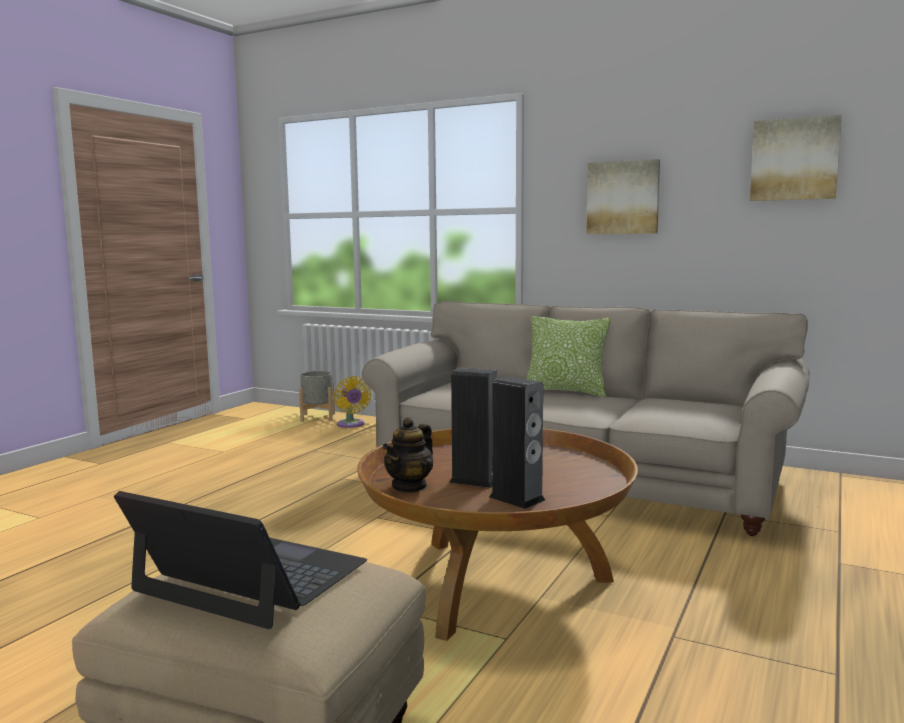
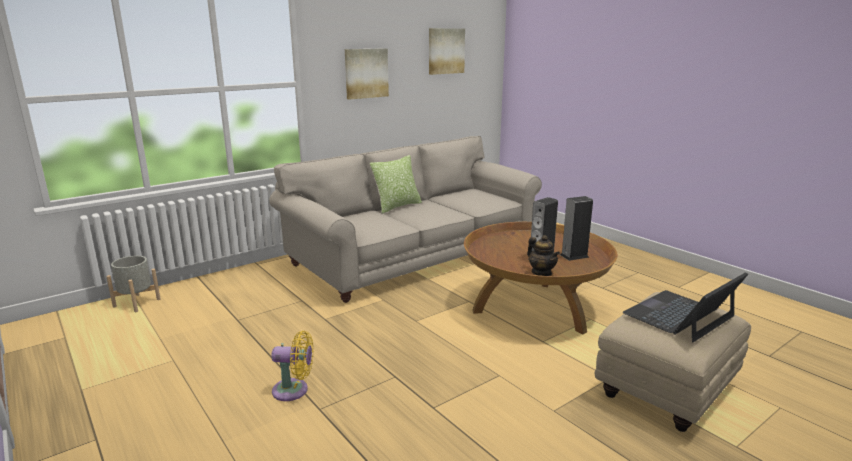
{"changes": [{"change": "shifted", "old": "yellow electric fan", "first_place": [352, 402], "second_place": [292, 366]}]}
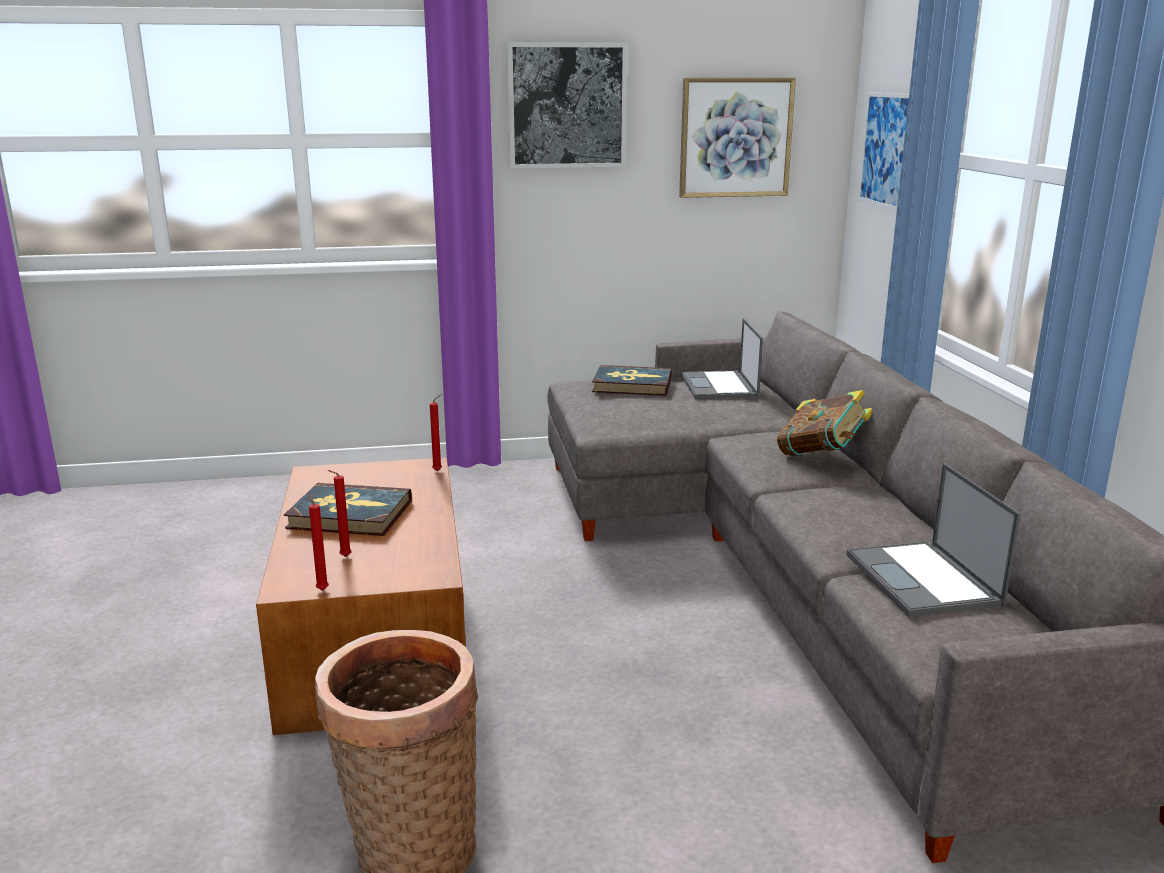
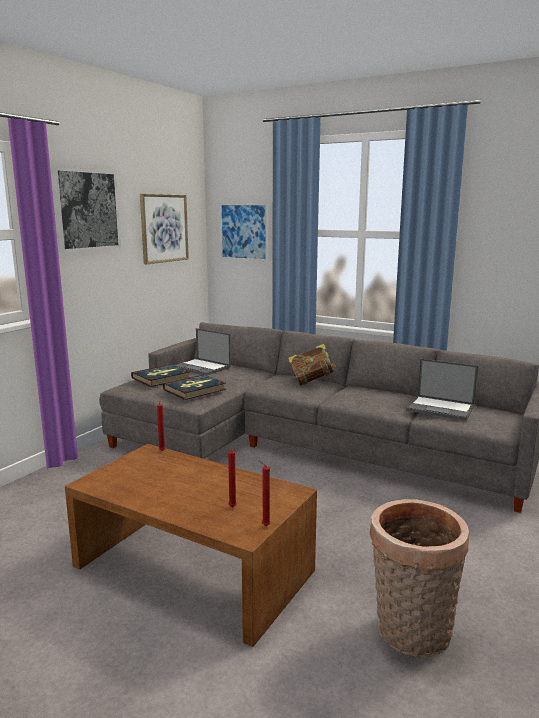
{"changes": [{"change": "shifted", "old": "book", "first_place": [348, 509], "second_place": [194, 387]}]}
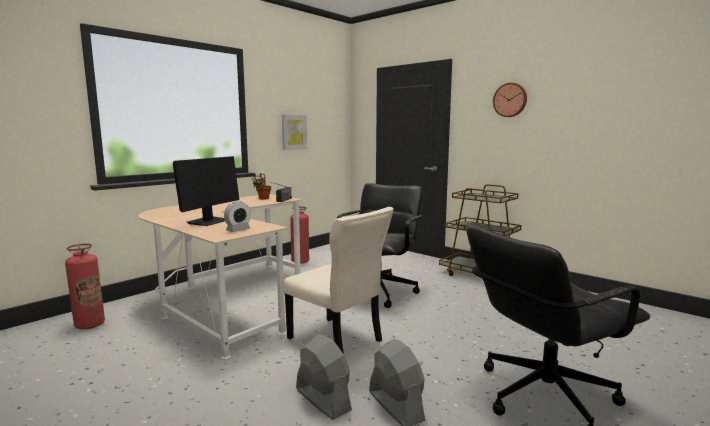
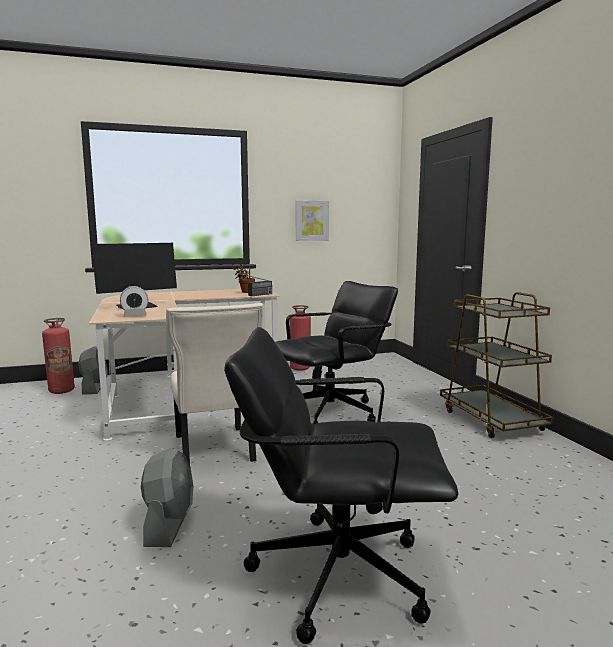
{"changes": [{"change": "gone", "old": "hanging clock", "first_place": [510, 100]}, {"change": "shifted", "old": "gray electric fan", "first_place": [324, 377], "second_place": [93, 370]}]}
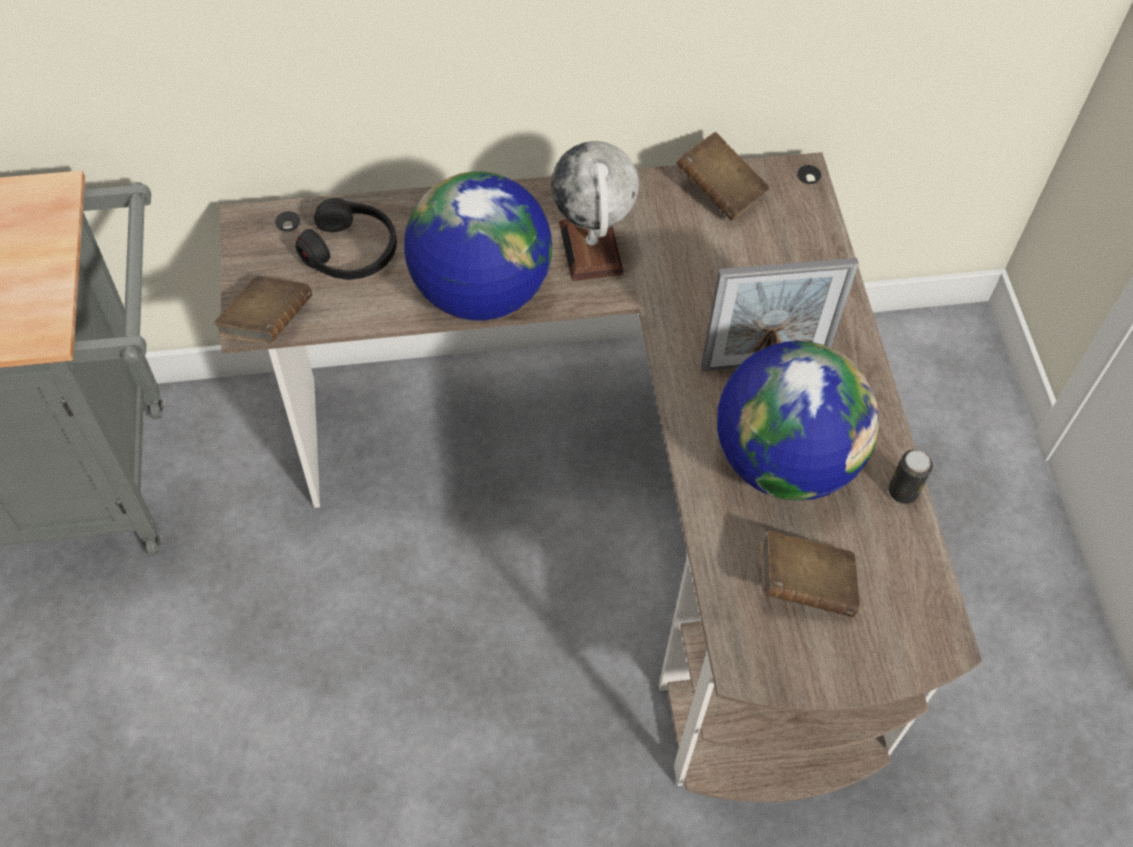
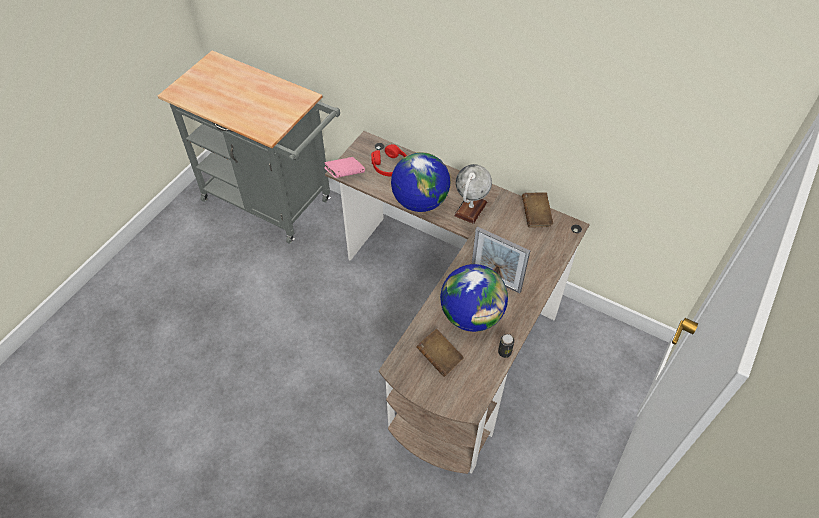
{"changes": [{"change": "repainted", "old": "black pair of headphones", "new": "red pair of headphones", "first_place": [346, 239], "second_place": [389, 160]}, {"change": "repainted", "old": "brown-coloured book", "new": "pink-coloured book", "first_place": [263, 309], "second_place": [344, 167]}]}
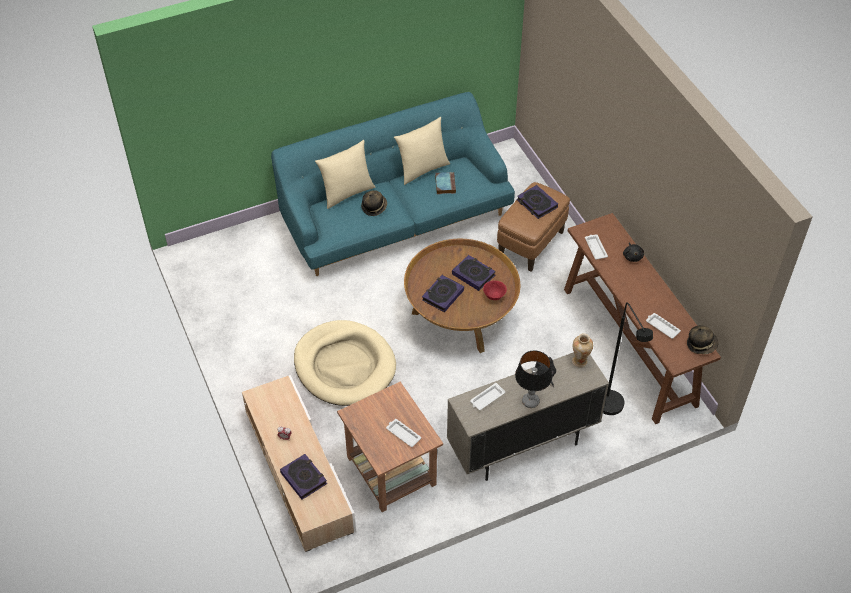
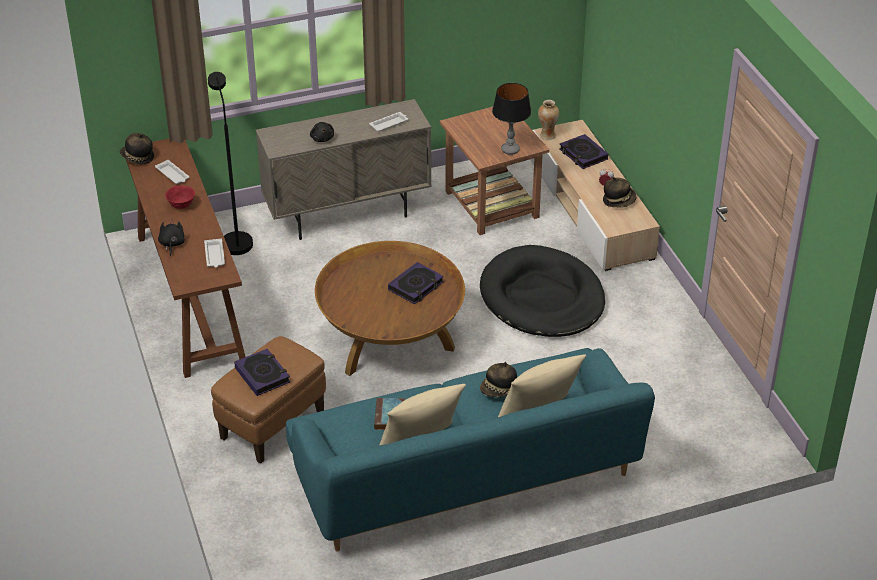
{"changes": [{"change": "gone", "old": "book", "first_place": [474, 273]}, {"change": "shifted", "old": "red deep dish", "first_place": [495, 290], "second_place": [180, 197]}, {"change": "repainted", "old": "beige pet bed", "new": "black pet bed", "first_place": [345, 363], "second_place": [542, 291]}, {"change": "shifted", "old": "vase", "first_place": [582, 350], "second_place": [548, 120]}, {"change": "shifted", "old": "tabletop lamp", "first_place": [533, 379], "second_place": [511, 119]}, {"change": "gone", "old": "whitish tray", "first_place": [403, 433]}, {"change": "new", "new": "hat", "second_place": [620, 192]}]}
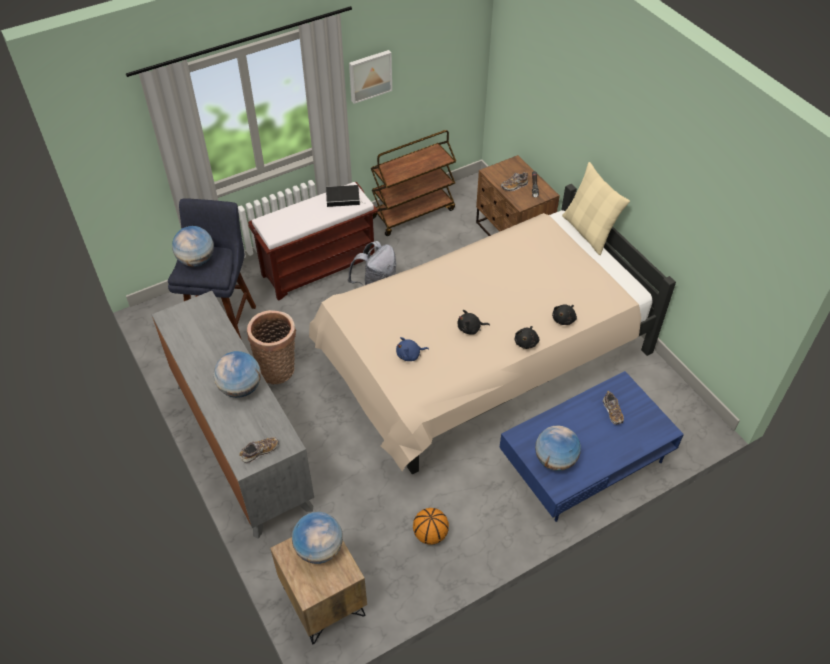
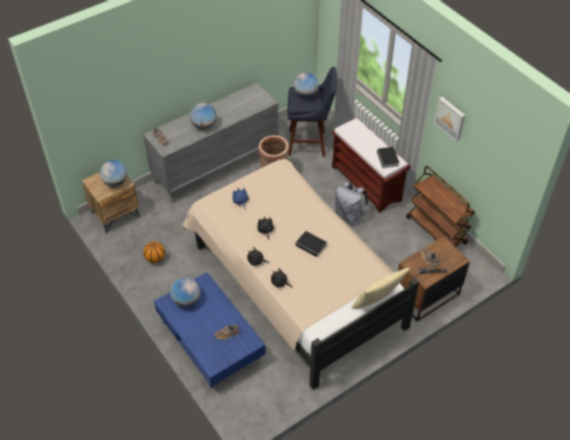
{"changes": [{"change": "new", "new": "book", "second_place": [311, 245]}]}
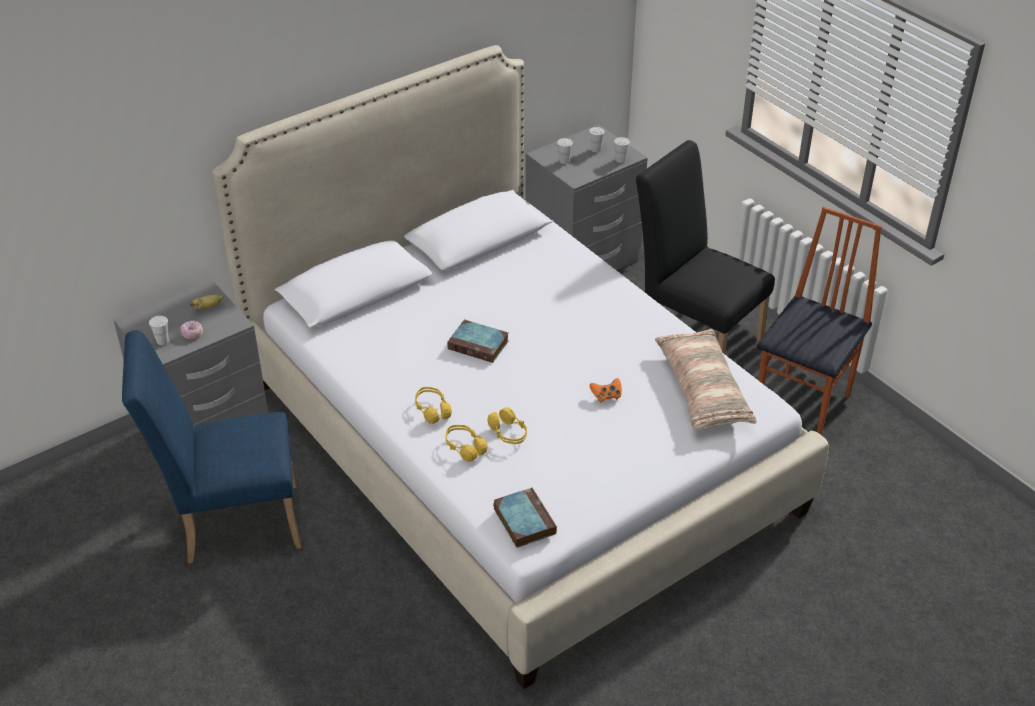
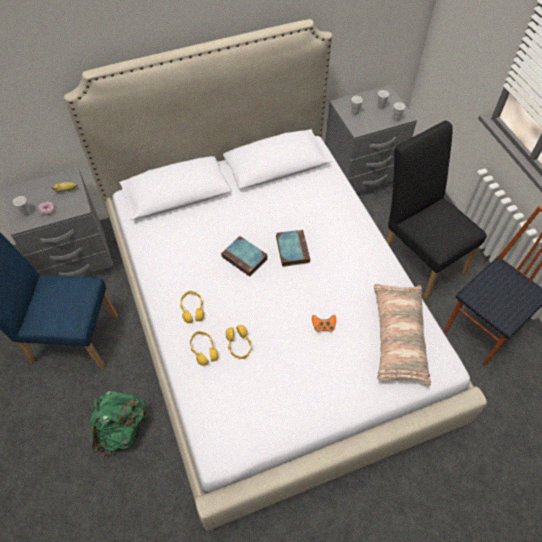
{"changes": [{"change": "shifted", "old": "book", "first_place": [525, 517], "second_place": [293, 248]}, {"change": "new", "new": "greenish backpack", "second_place": [118, 423]}]}
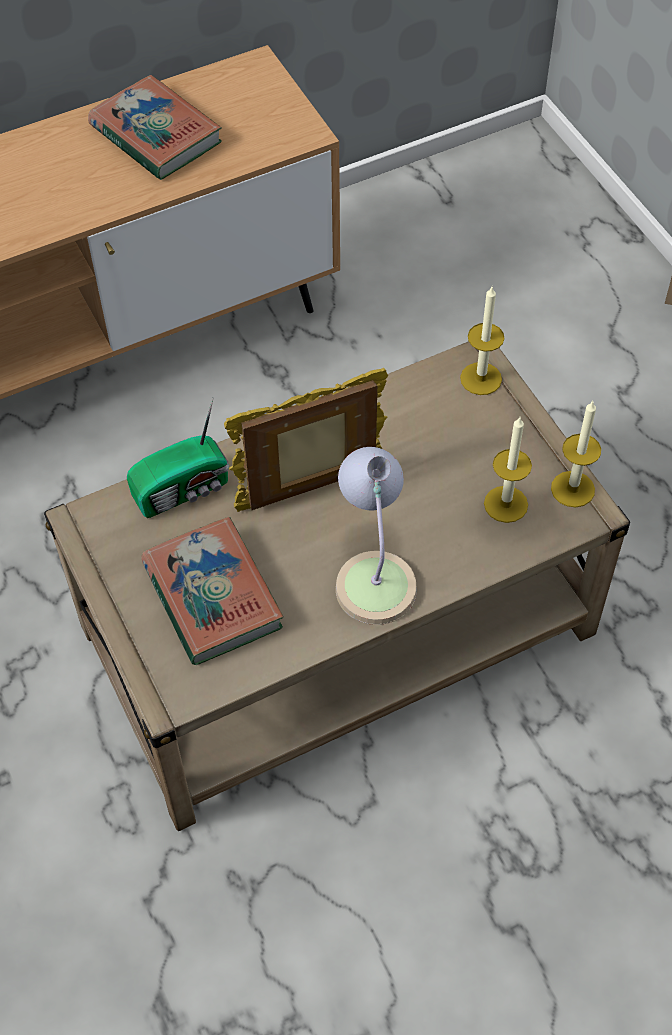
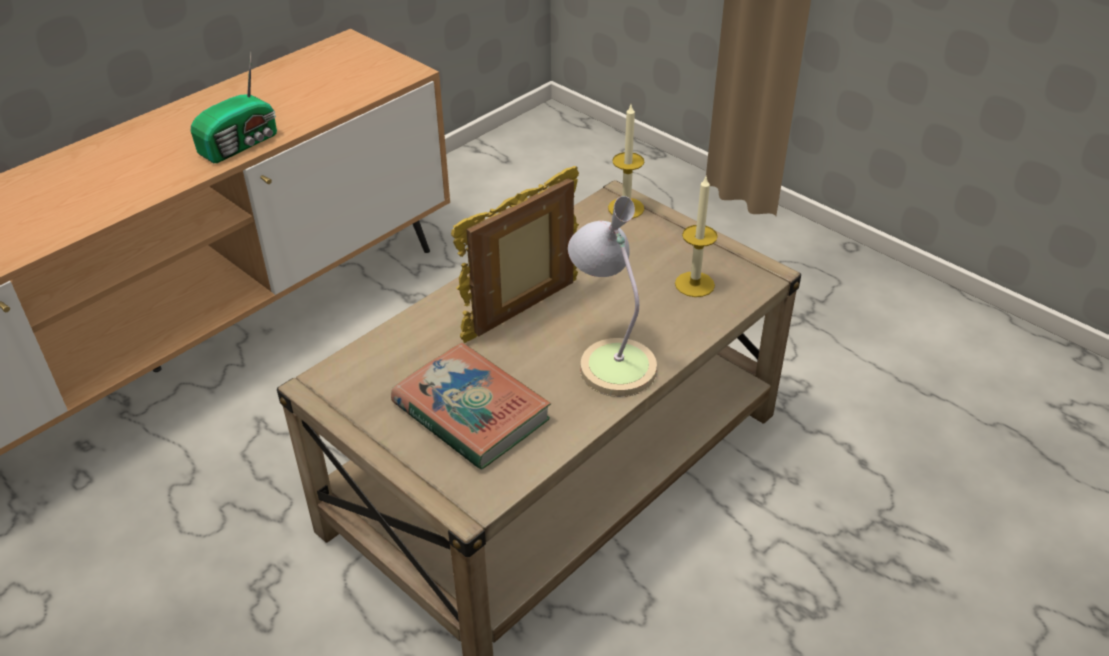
{"changes": [{"change": "gone", "old": "book", "first_place": [155, 127]}, {"change": "shifted", "old": "radio receiver", "first_place": [178, 457], "second_place": [234, 107]}, {"change": "gone", "old": "wax light", "first_place": [576, 454]}]}
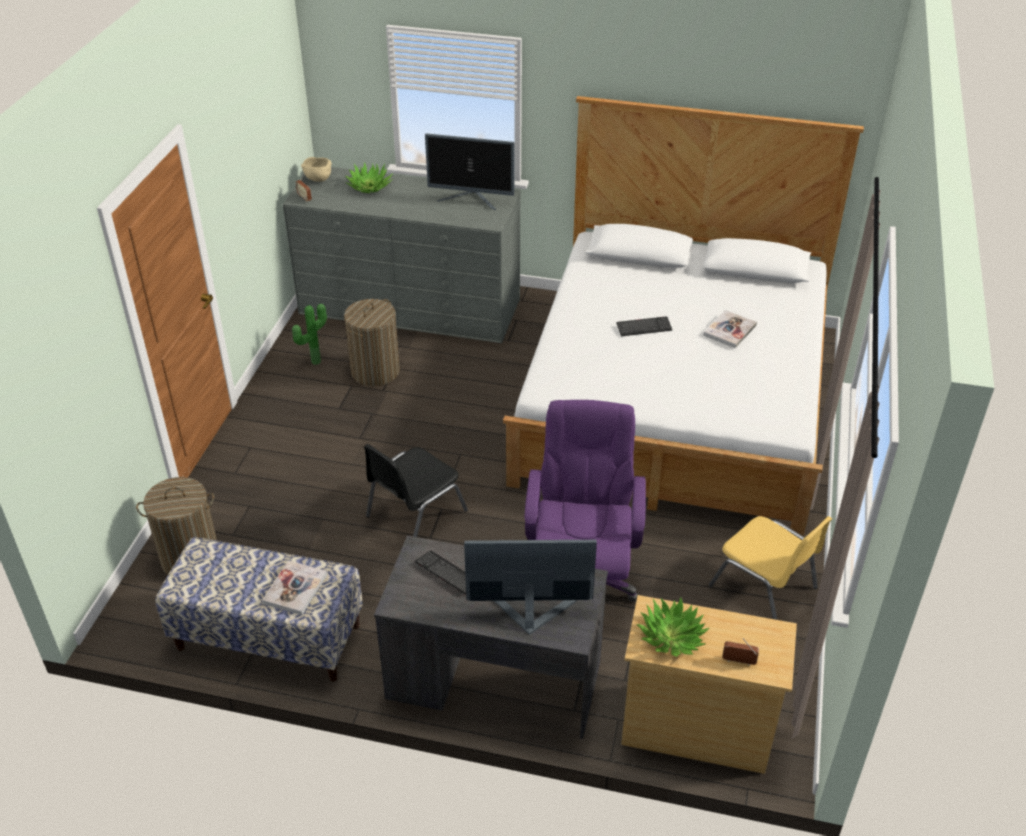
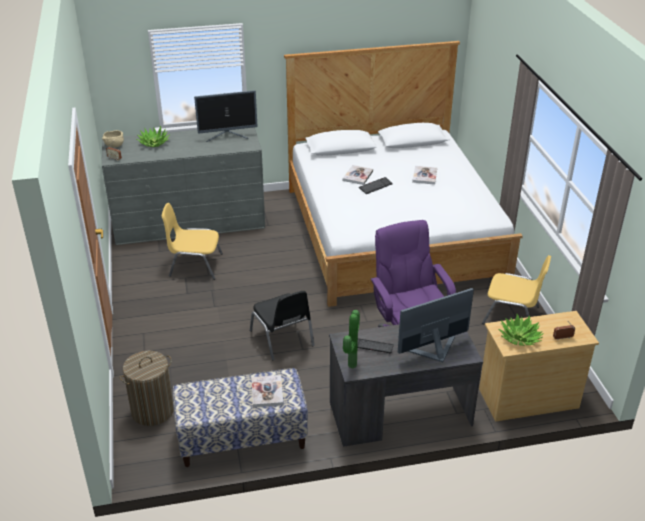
{"changes": [{"change": "swapped", "old": "hamper", "new": "yellow plain chair", "first_place": [372, 342], "second_place": [192, 241]}, {"change": "shifted", "old": "plant in a pot", "first_place": [309, 334], "second_place": [351, 339]}, {"change": "rotated", "old": "black plain chair", "first_place": [416, 490], "second_place": [282, 325], "degrees": -45}, {"change": "new", "new": "book", "second_place": [358, 175]}]}
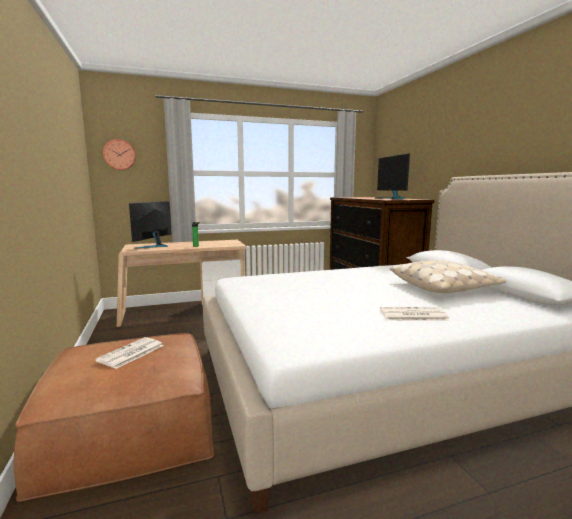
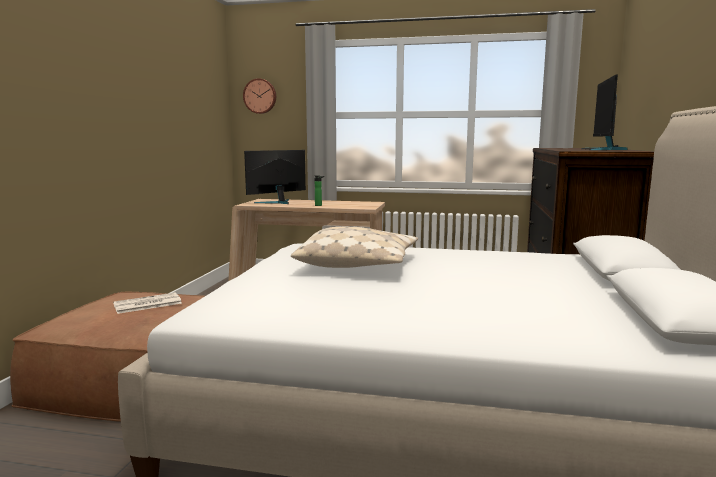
{"changes": [{"change": "shifted", "old": "beige pillow", "first_place": [448, 276], "second_place": [354, 247]}, {"change": "gone", "old": "printed paper", "first_place": [415, 314]}]}
